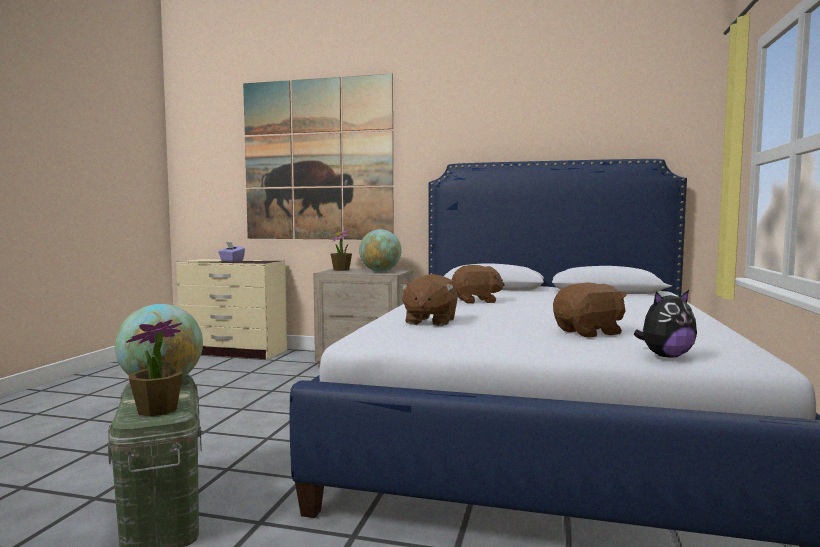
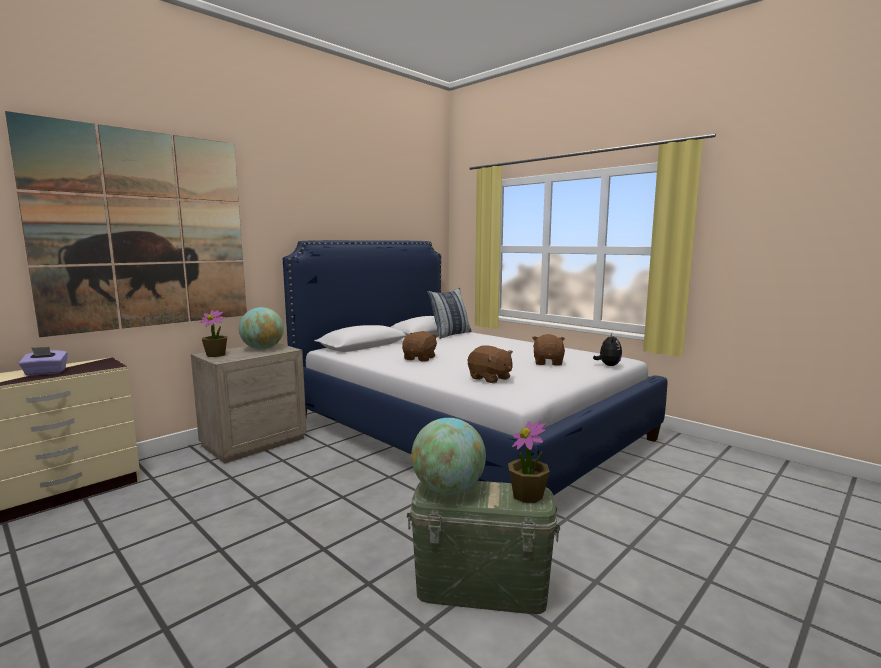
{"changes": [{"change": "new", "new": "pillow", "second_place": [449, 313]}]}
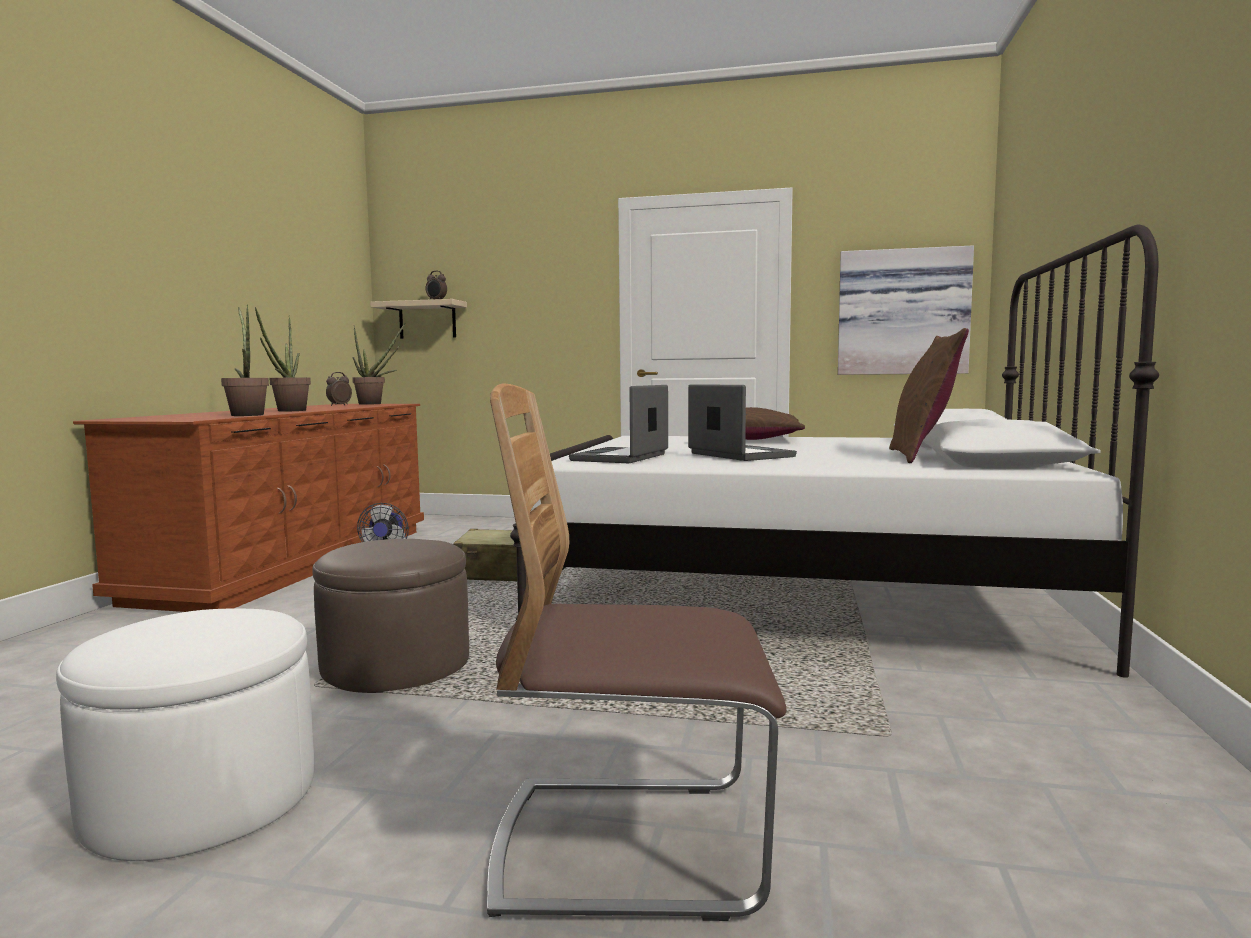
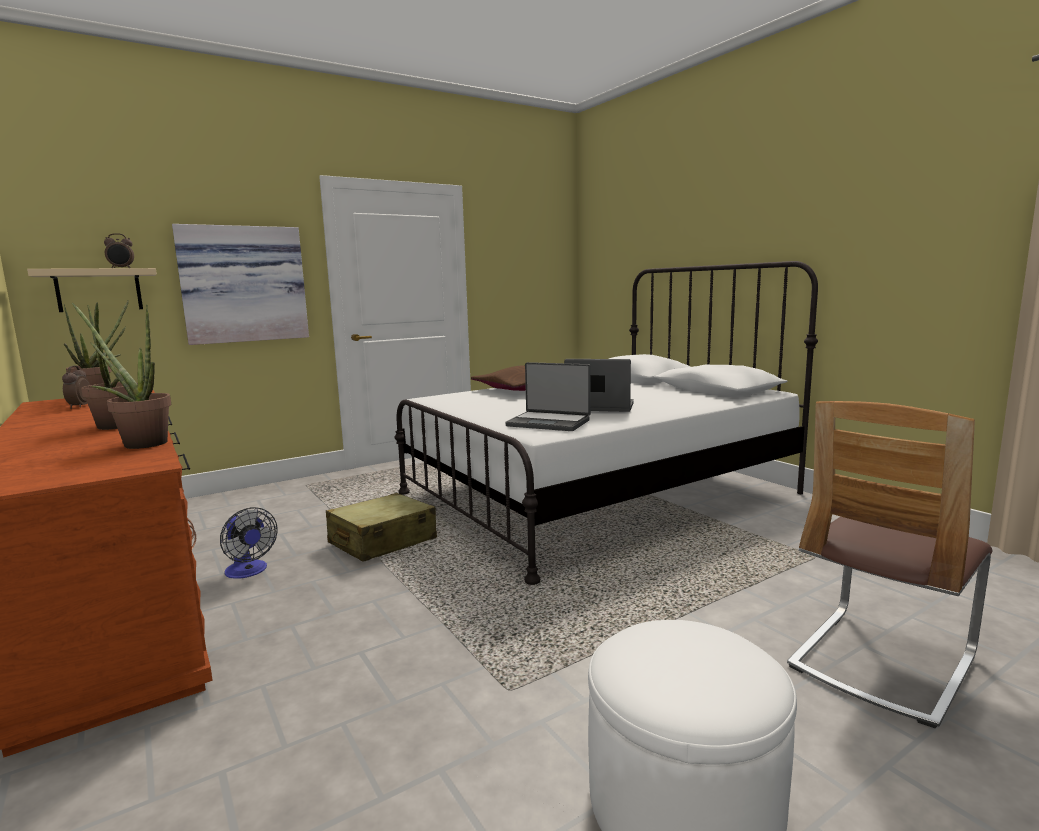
{"changes": [{"change": "shifted", "old": "picture", "first_place": [906, 310], "second_place": [240, 284]}, {"change": "gone", "old": "brown-coloured pillow", "first_place": [929, 395]}, {"change": "rotated", "old": "notebook computer", "first_place": [618, 424], "second_place": [548, 396], "degrees": -45}, {"change": "gone", "old": "brown-coloured pouffe", "first_place": [390, 616]}]}
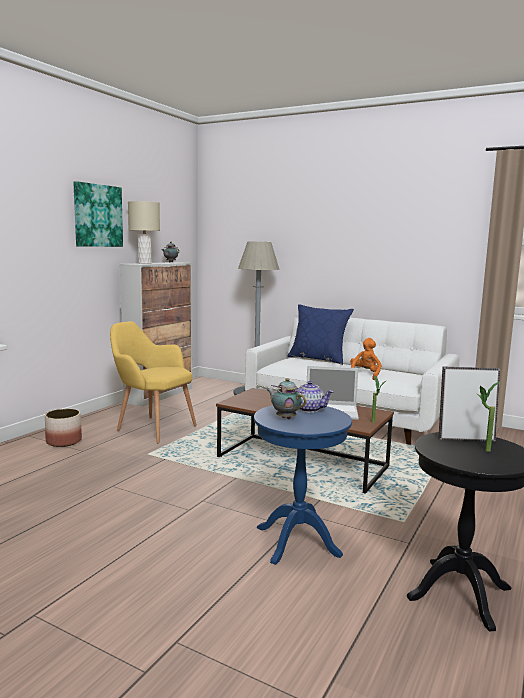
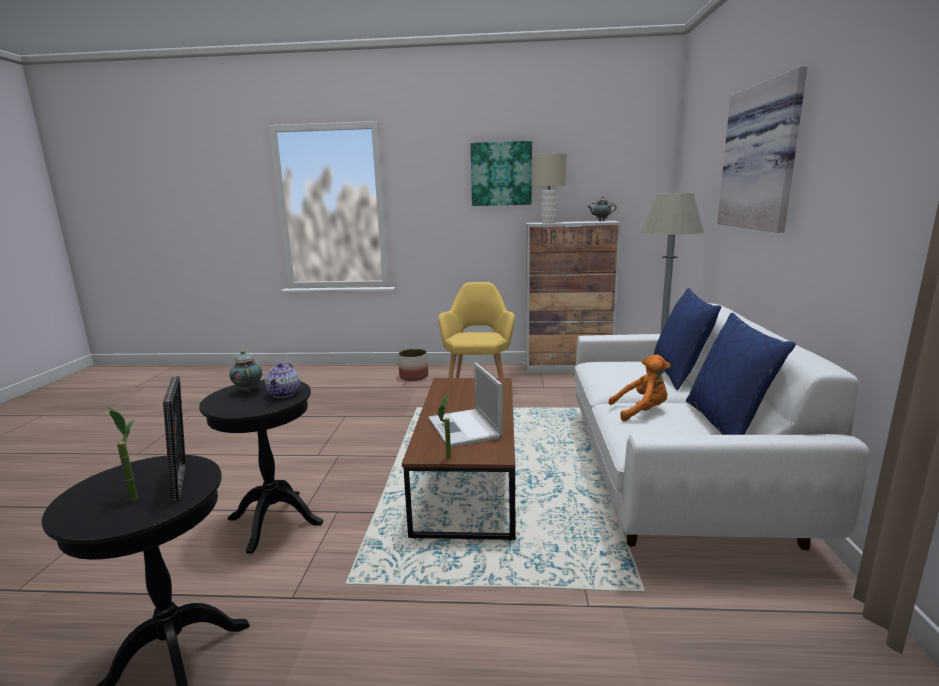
{"changes": [{"change": "rotated", "old": "tea pot", "first_place": [286, 398], "second_place": [245, 371], "degrees": -45}, {"change": "repainted", "old": "bluish accent table", "new": "black accent table", "first_place": [303, 485], "second_place": [261, 466]}, {"change": "new", "new": "picture", "second_place": [762, 149]}, {"change": "new", "new": "bluish pillow", "second_place": [741, 374]}]}
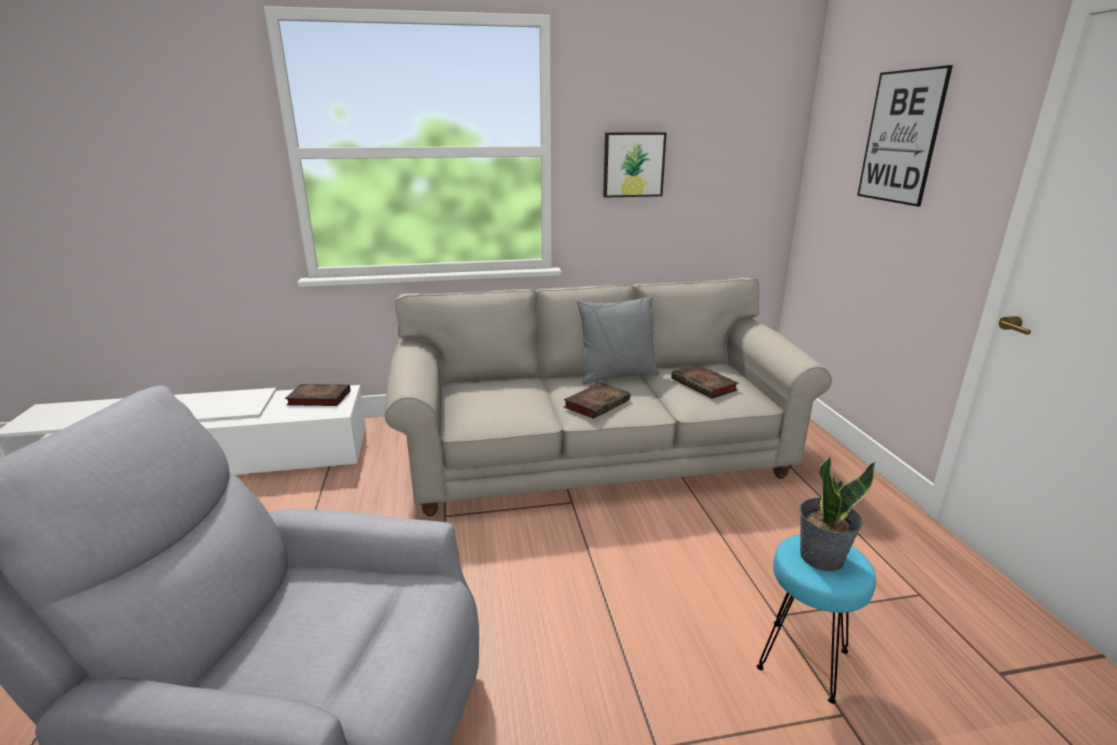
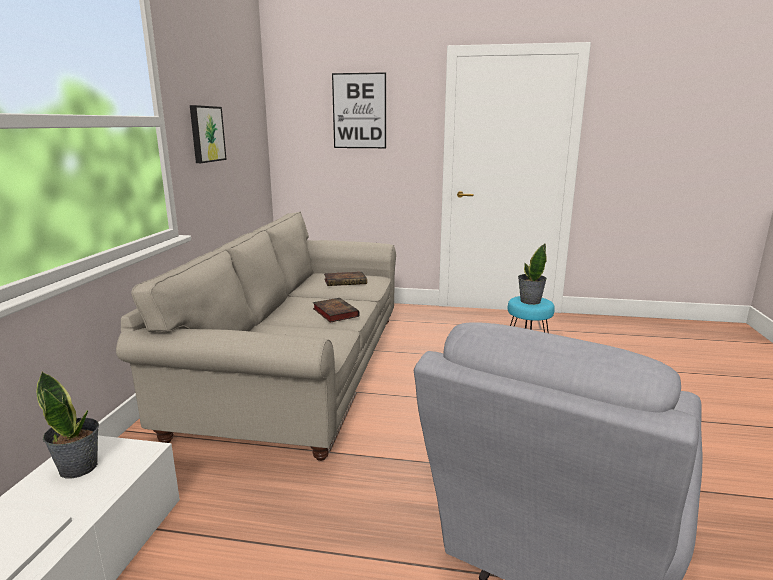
{"changes": [{"change": "gone", "old": "gray pillow", "first_place": [618, 340]}, {"change": "swapped", "old": "book", "new": "plant in a pot", "first_place": [317, 395], "second_place": [67, 425]}]}
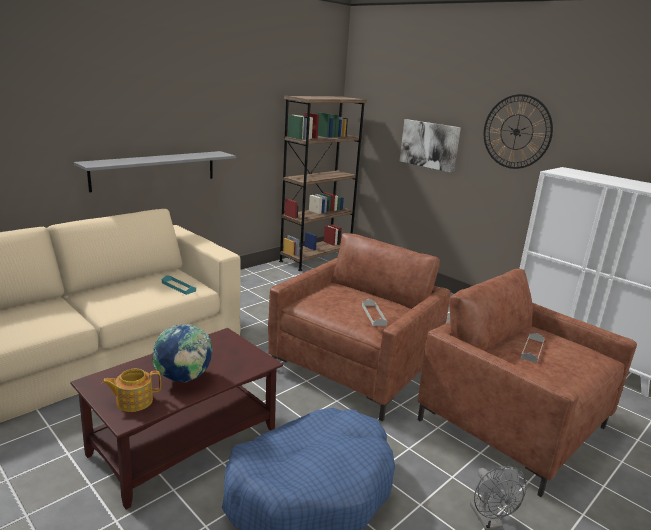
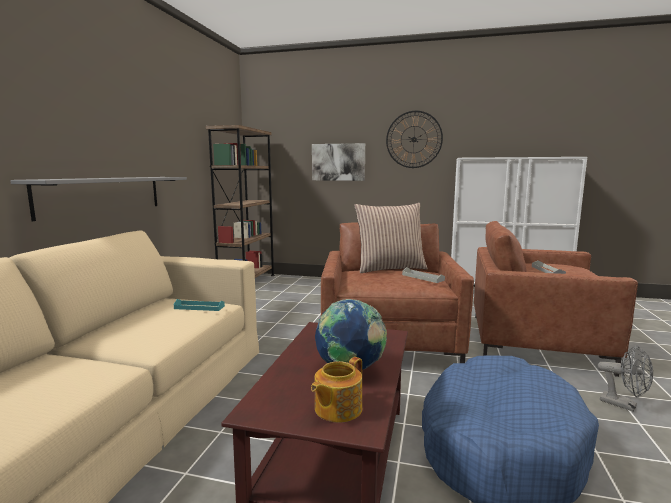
{"changes": [{"change": "new", "new": "pillow", "second_place": [391, 238]}]}
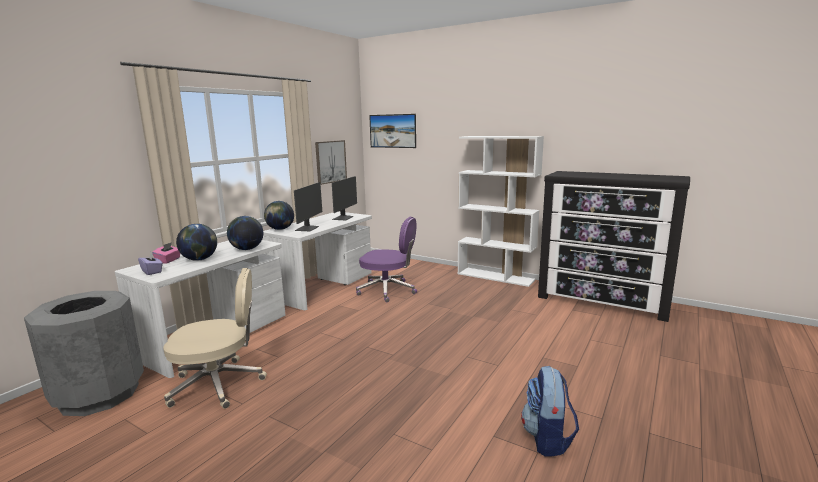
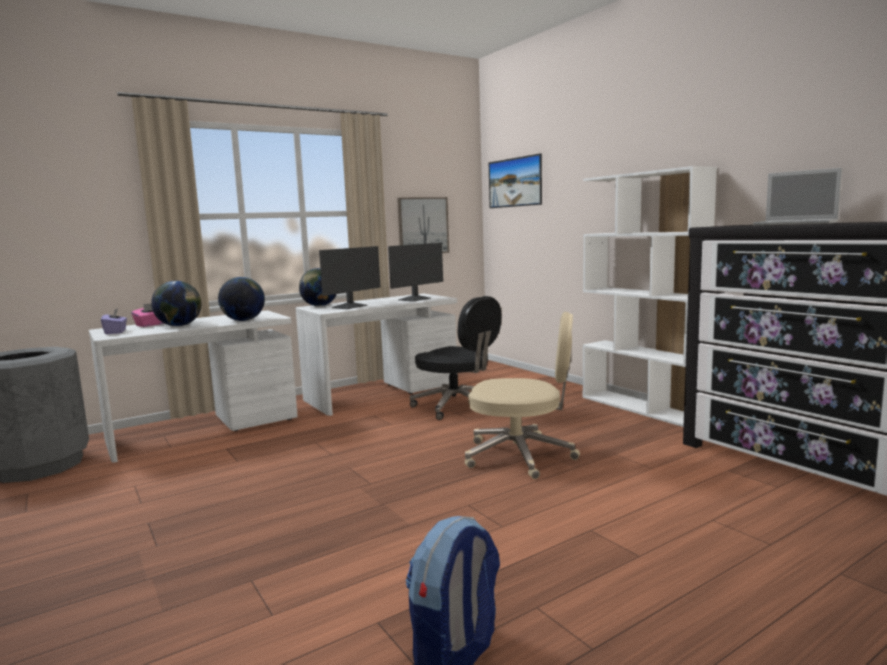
{"changes": [{"change": "repainted", "old": "purple-coloured office chair", "new": "black office chair", "first_place": [386, 259], "second_place": [455, 358]}, {"change": "shifted", "old": "beige office chair", "first_place": [215, 338], "second_place": [522, 395]}, {"change": "new", "new": "notebook computer", "second_place": [797, 197]}]}
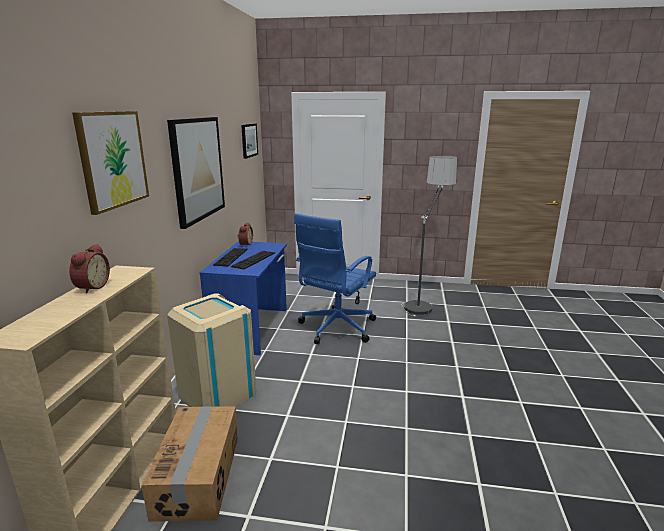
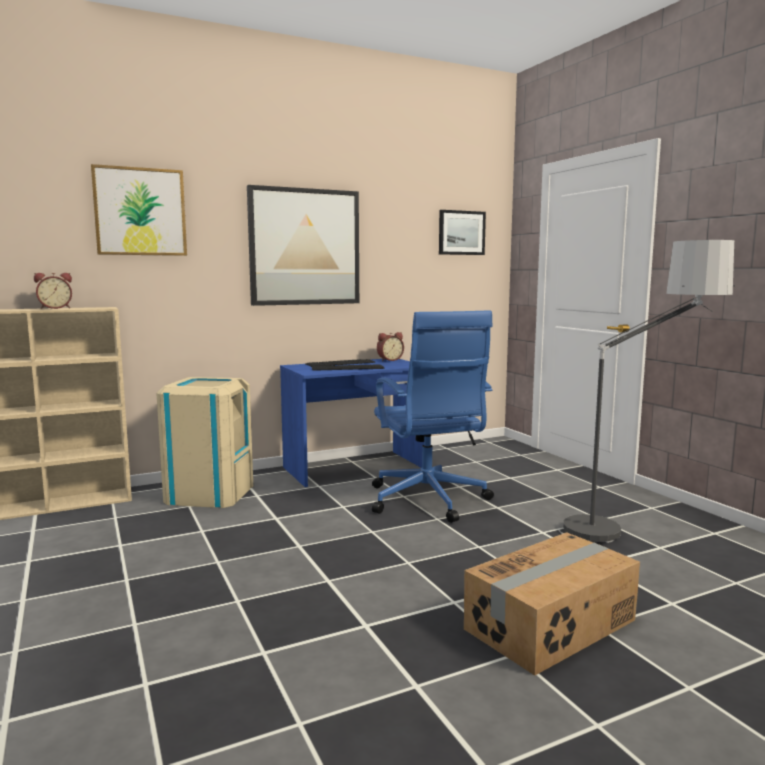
{"changes": [{"change": "rotated", "old": "bluish office chair", "first_place": [335, 278], "second_place": [433, 416], "degrees": -105}, {"change": "shifted", "old": "packing box", "first_place": [189, 464], "second_place": [552, 604]}]}
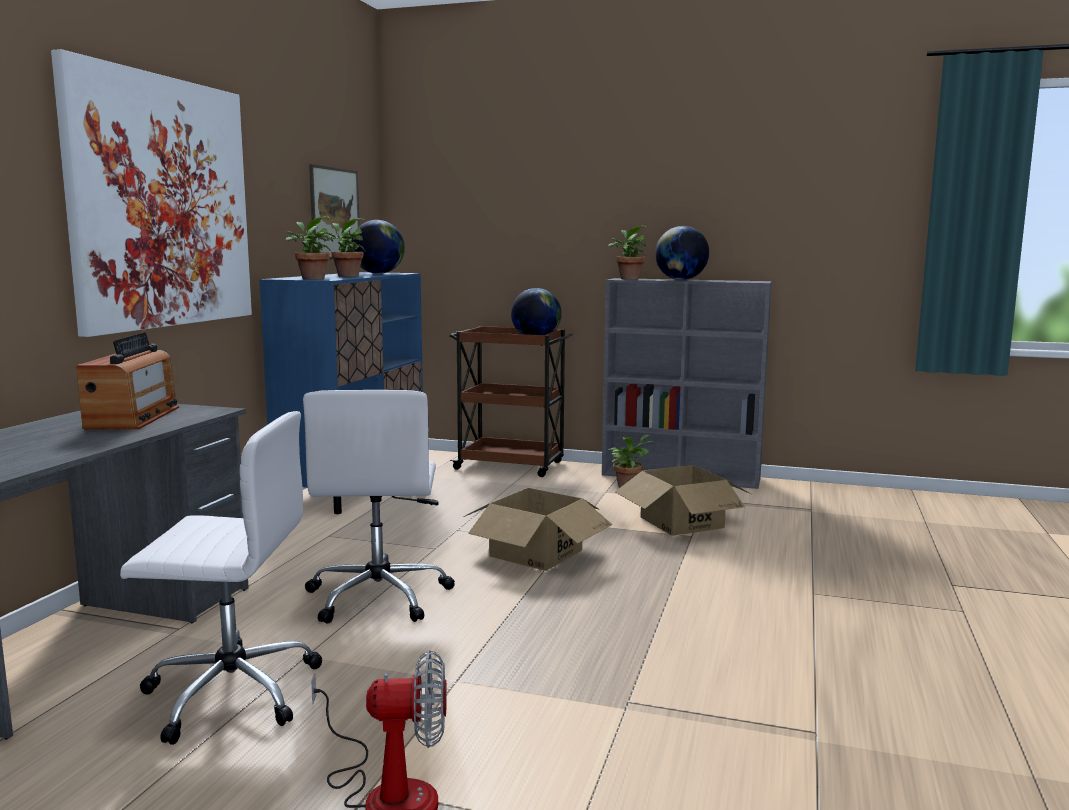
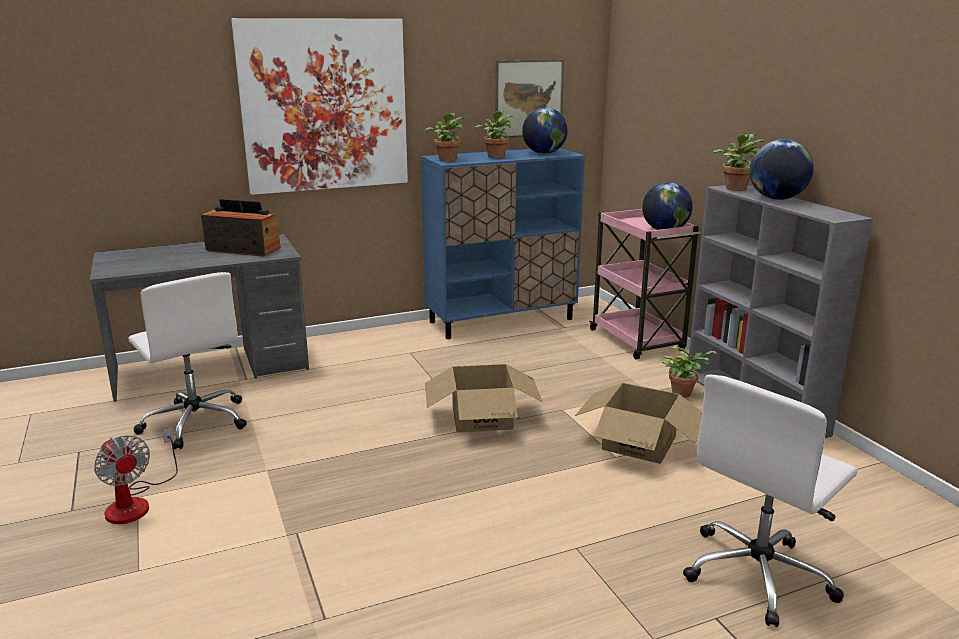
{"changes": [{"change": "repainted", "old": "brown-coloured wheeled cart", "new": "pink-coloured wheeled cart", "first_place": [511, 401], "second_place": [645, 284]}, {"change": "rotated", "old": "radio receiver", "first_place": [127, 381], "second_place": [241, 228], "degrees": -120}, {"change": "shifted", "old": "whitish office chair", "first_place": [379, 507], "second_place": [770, 501]}]}
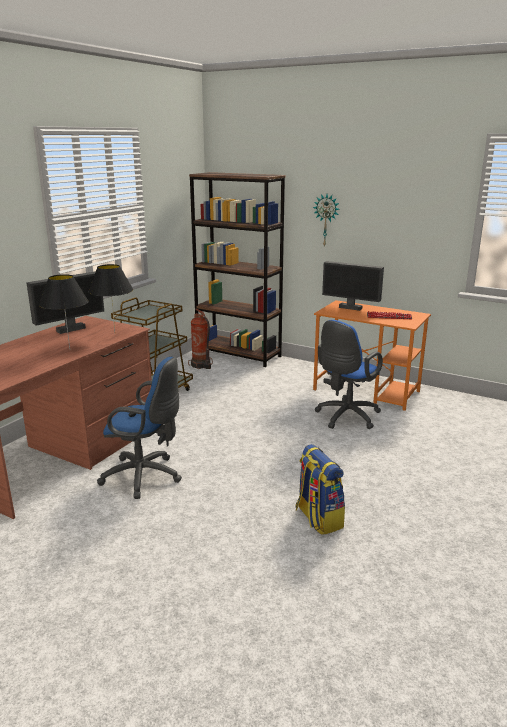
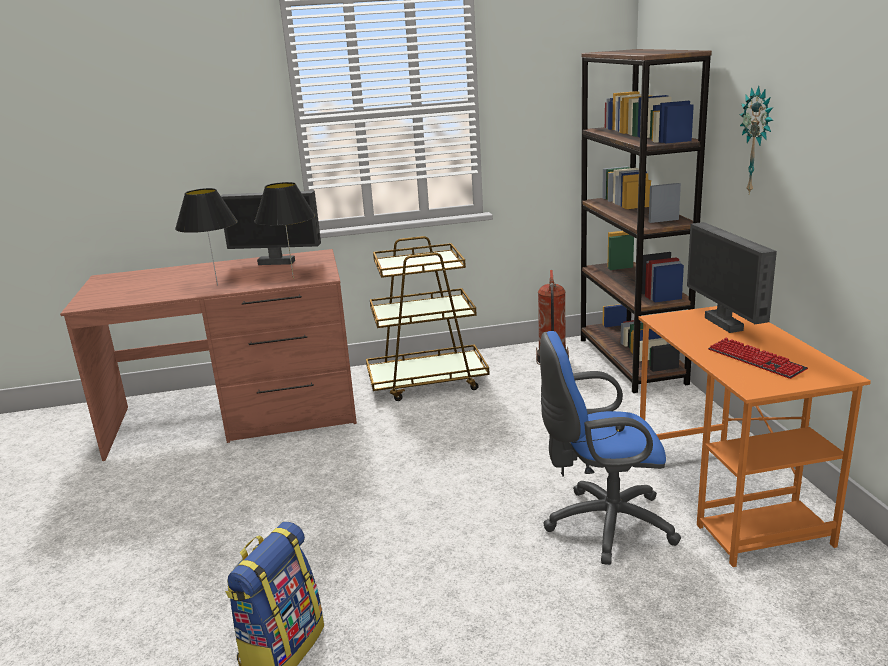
{"changes": [{"change": "gone", "old": "bluish office chair", "first_place": [139, 428]}]}
